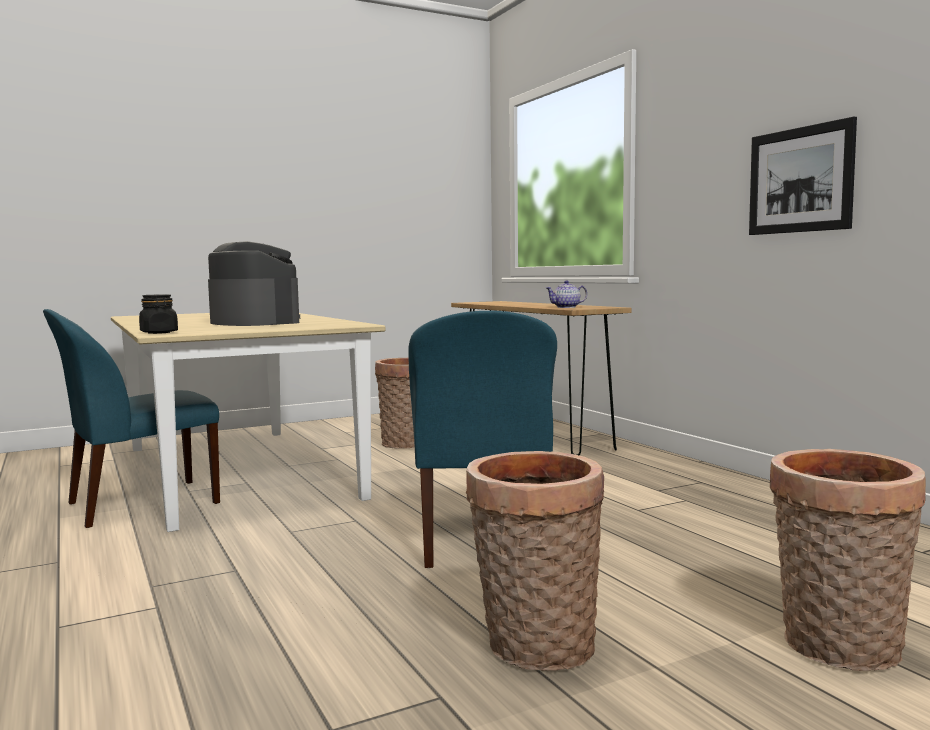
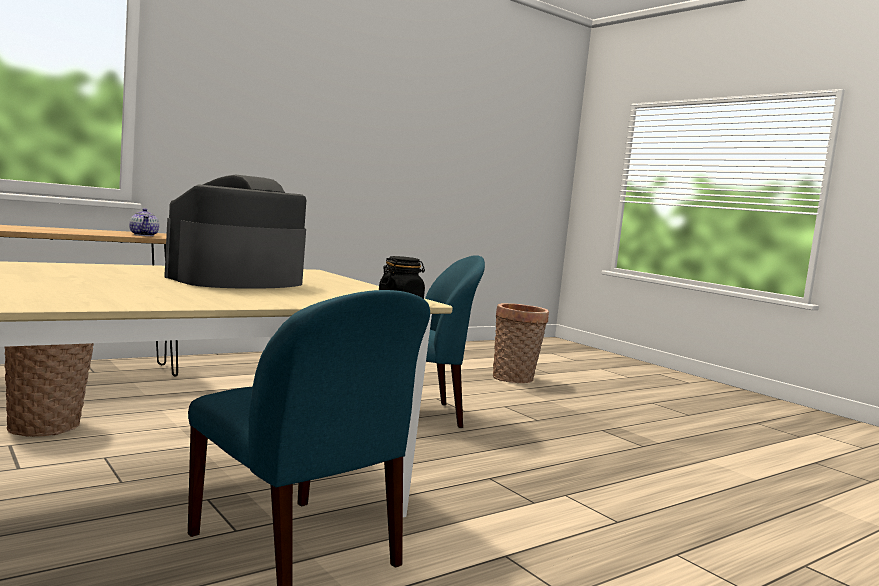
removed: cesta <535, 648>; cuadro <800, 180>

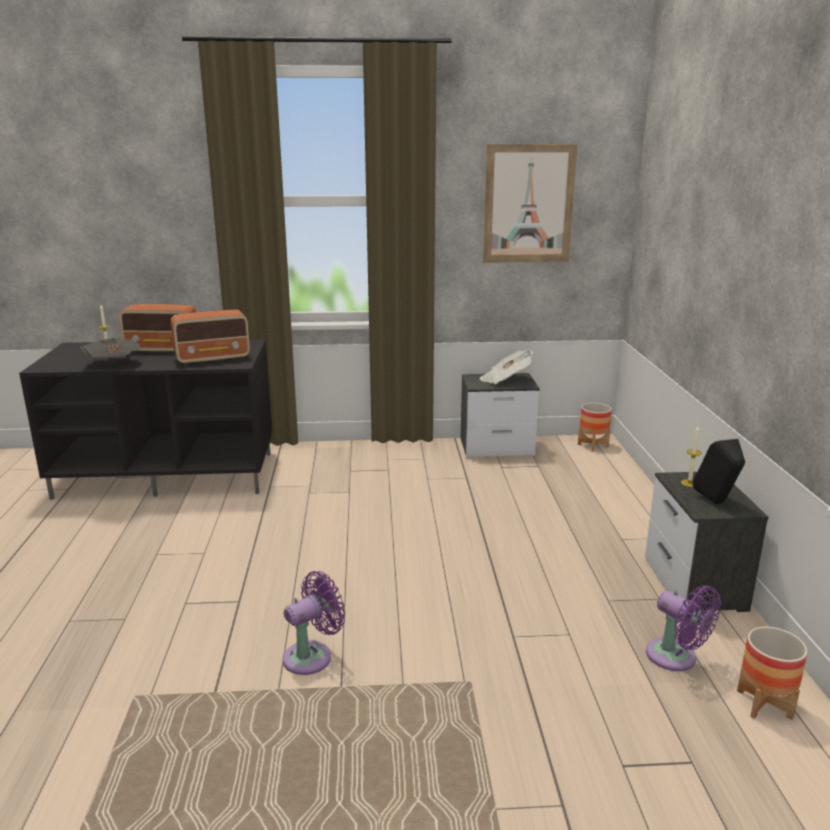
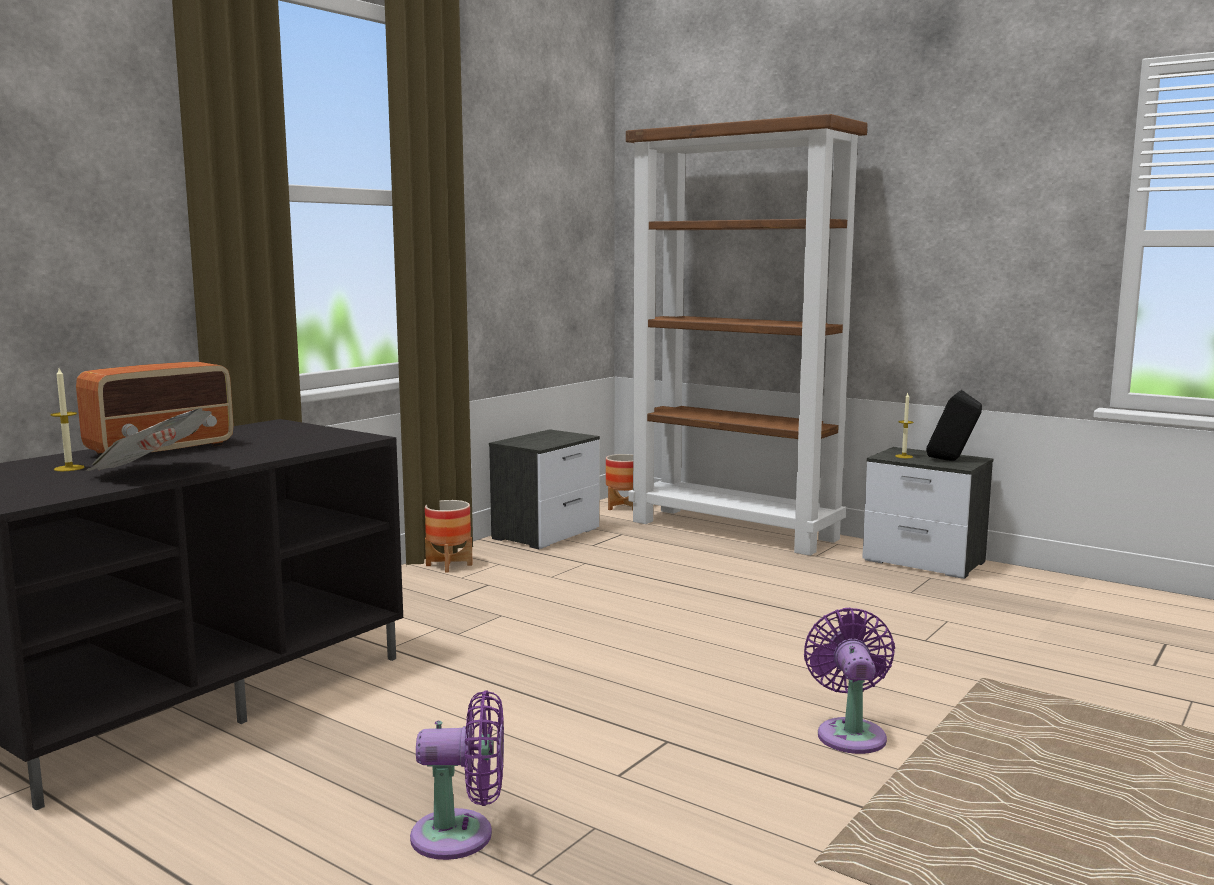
removed: radio <213, 358>; periódico <505, 380>; cuadro <528, 204>
added: estantería (marrón) <735, 530>
moved: ventilador (morado) <676, 658> to <461, 836>; maceta <764, 704> to <449, 565>

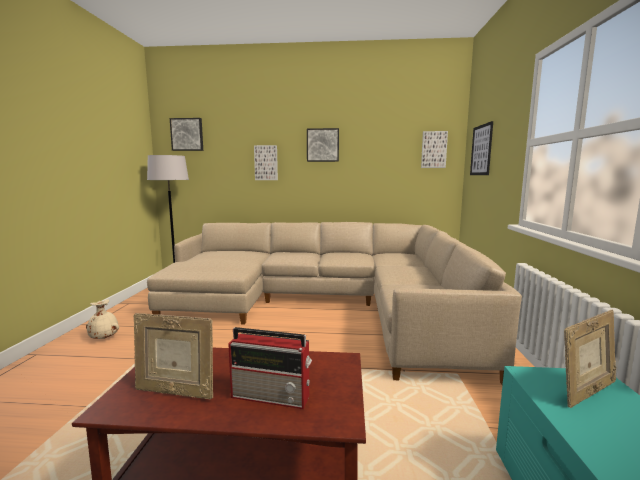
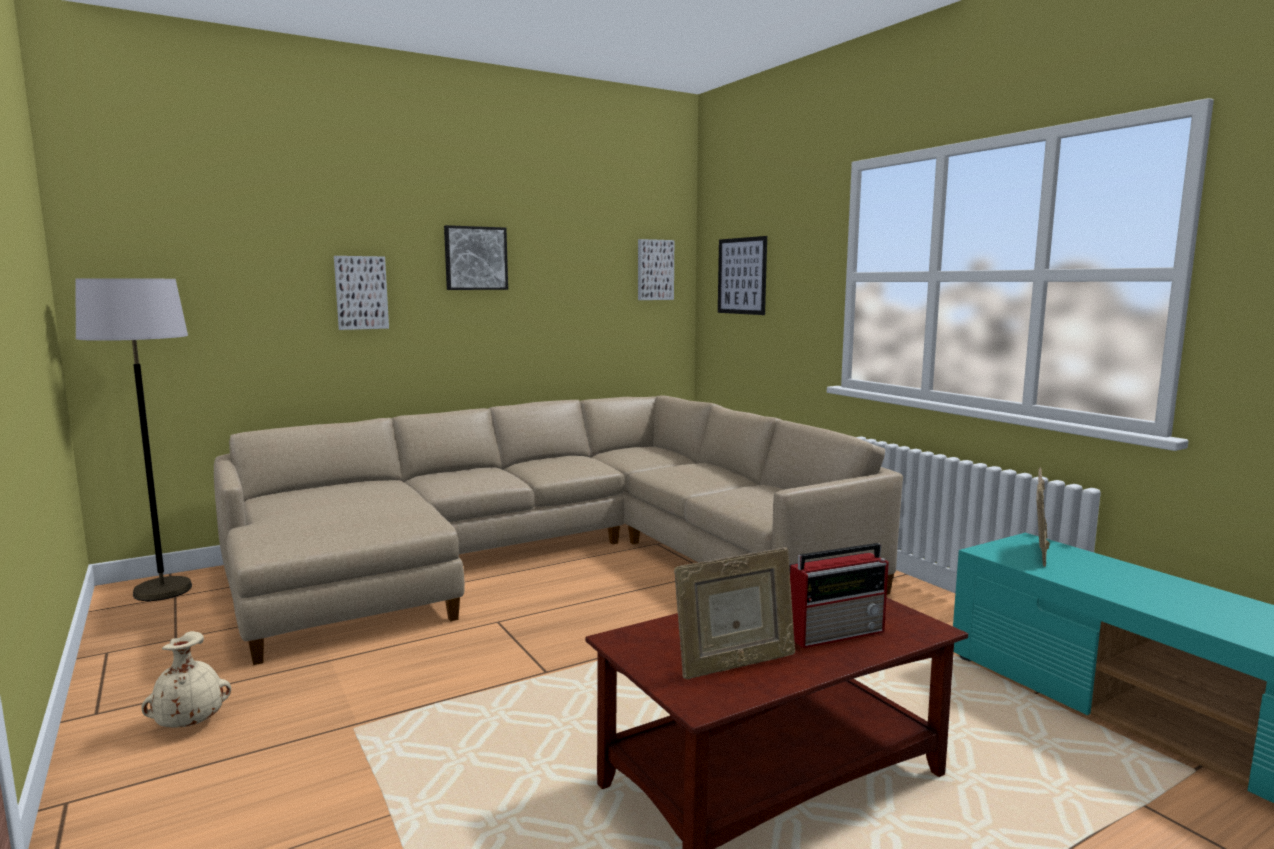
removed: cuadro <187, 134>

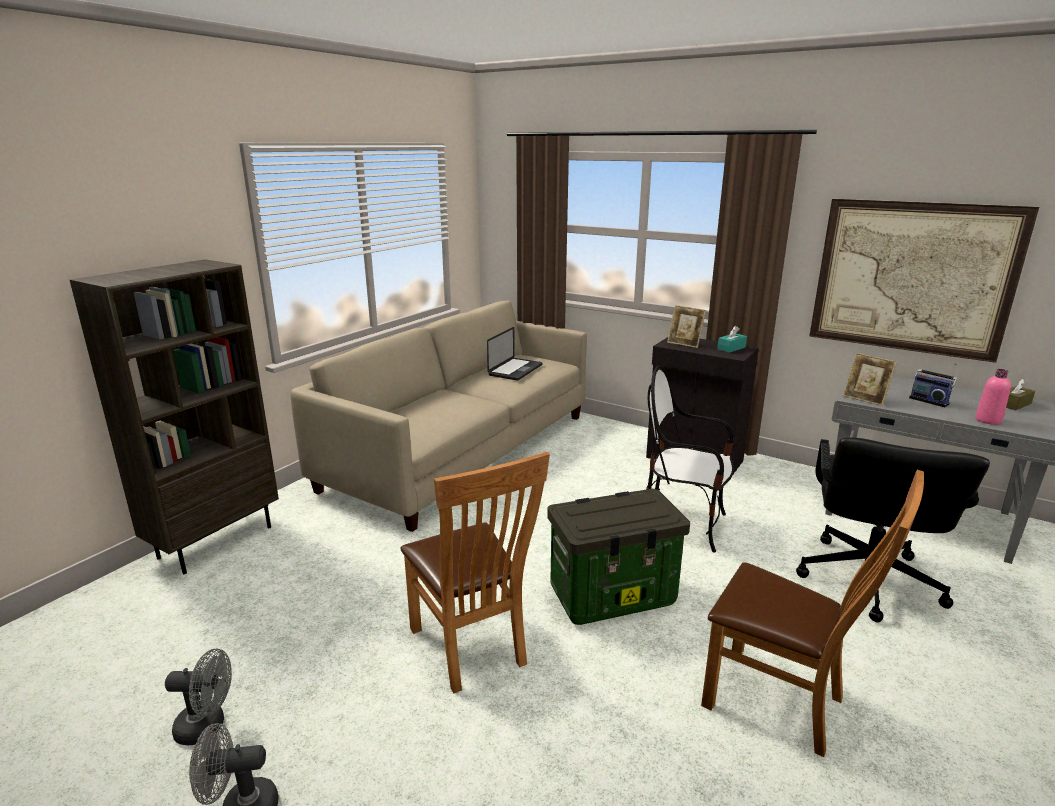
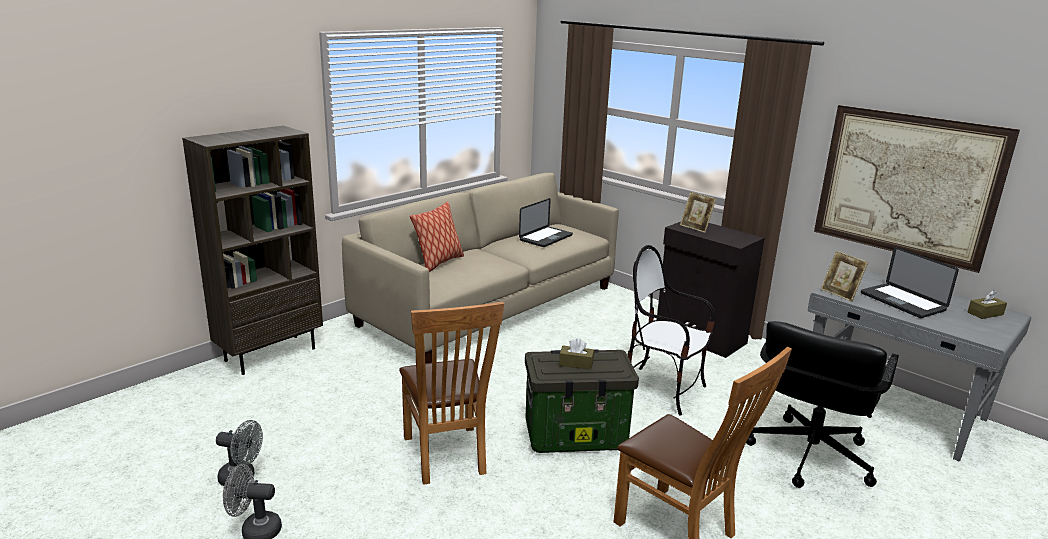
removed: caja de pañuelos (turquesa) <731, 348>; botella (rosa) <988, 420>
added: cojín <439, 262>; caja de pañuelos (marrón) <576, 363>
replaced: radio <929, 401> to portátil <902, 302>

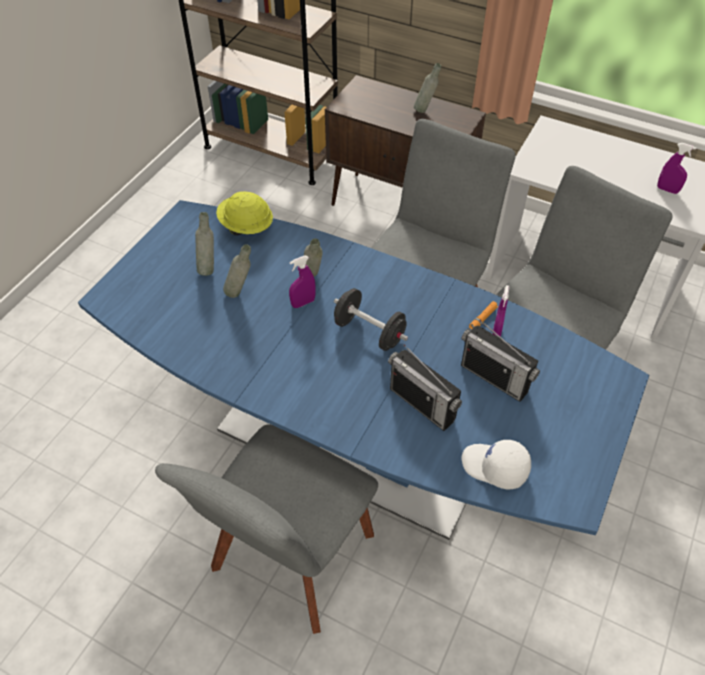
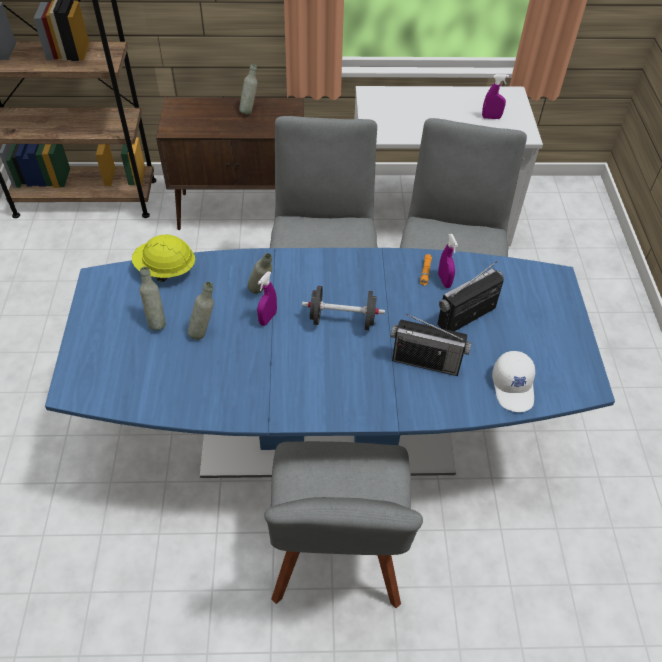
turned: radio <494, 378> = <466, 316> 135 degrees clockwise; gorra (blanco) <494, 468> = <514, 387> 90 degrees counterclockwise

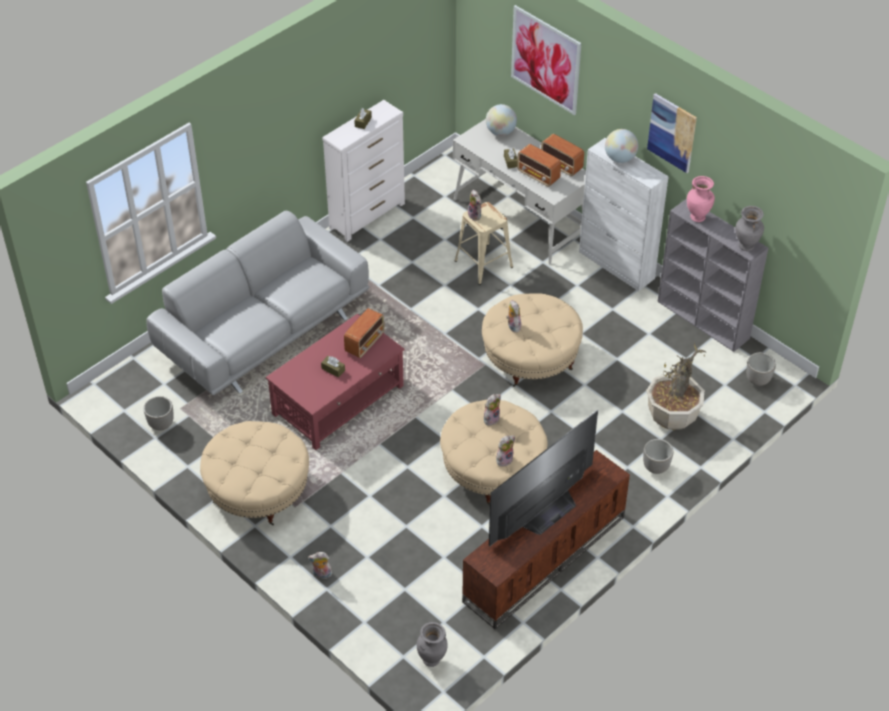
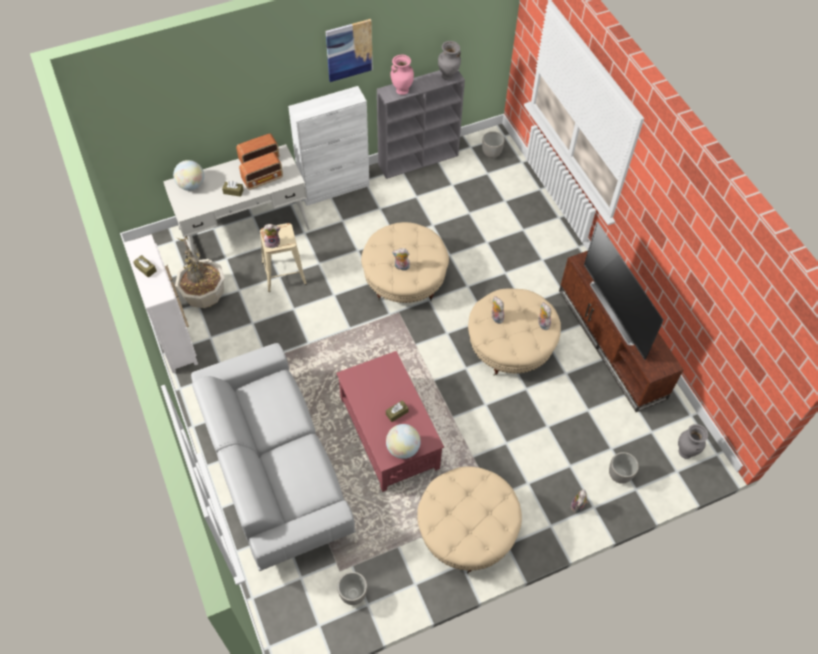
removed: radio <365, 343>; cuadro <545, 60>
moved: globo terráqueo <620, 158> to <403, 448>; maceta <655, 467> to <619, 475>; planta en maceta <672, 417> to <205, 296>

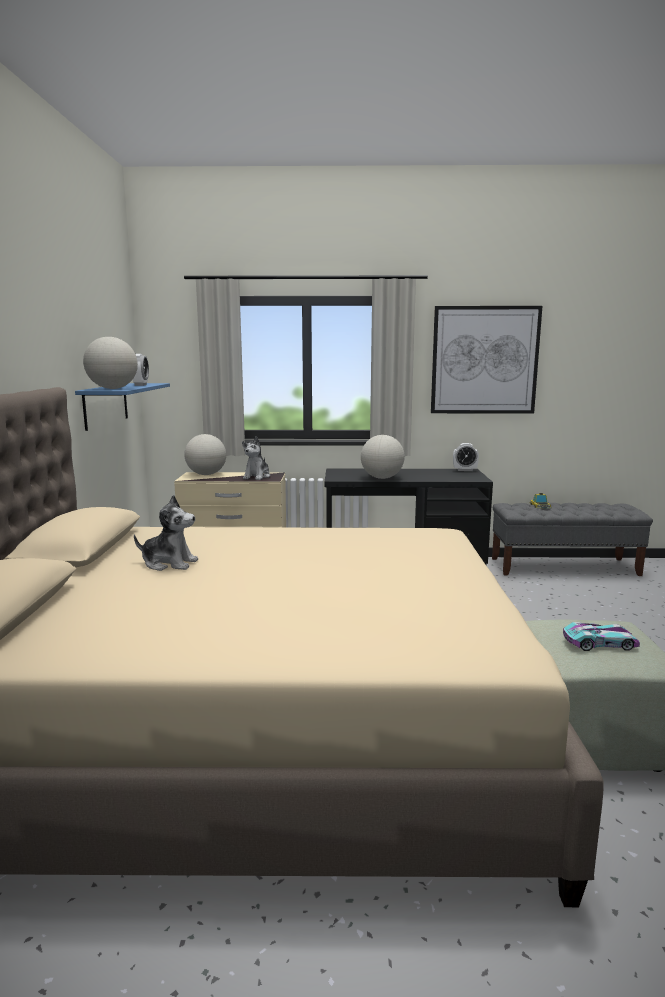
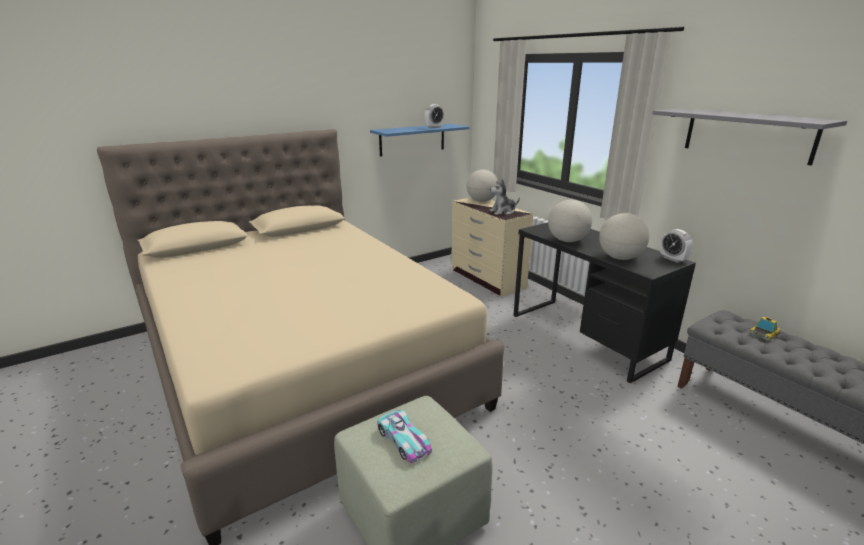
removed: peluche <169, 563>
moved: globo terráqueo <113, 388> to <620, 258>
replaced: cuadro <484, 360> to estante (gris) <748, 135>

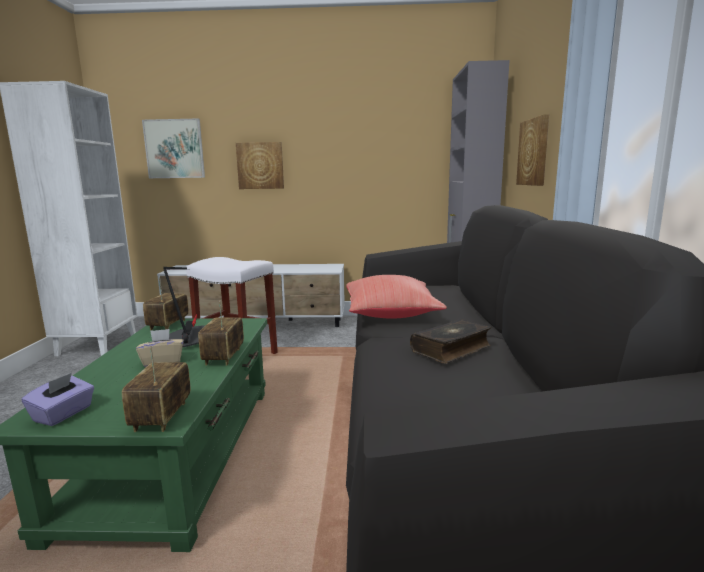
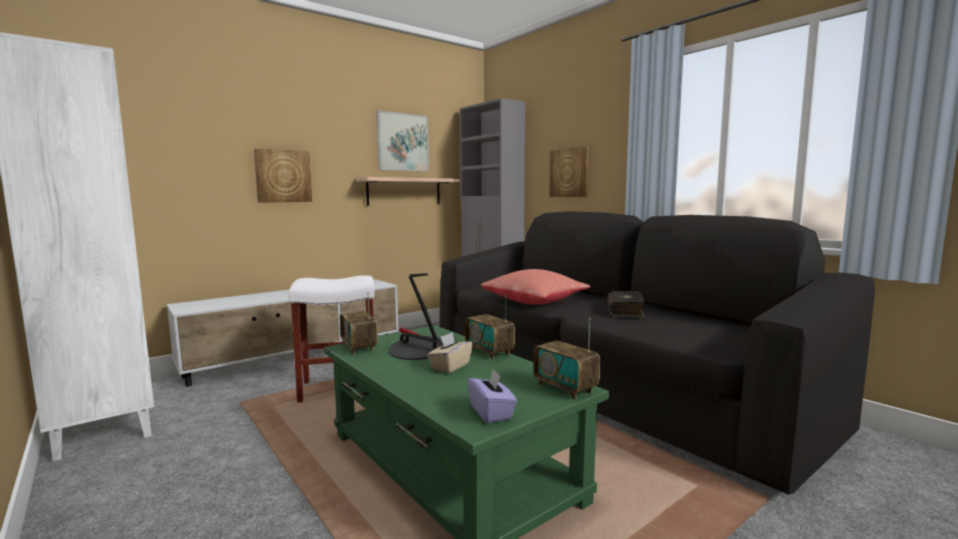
added: estante <404, 191>
moved: cuadro <174, 149> to <402, 142>

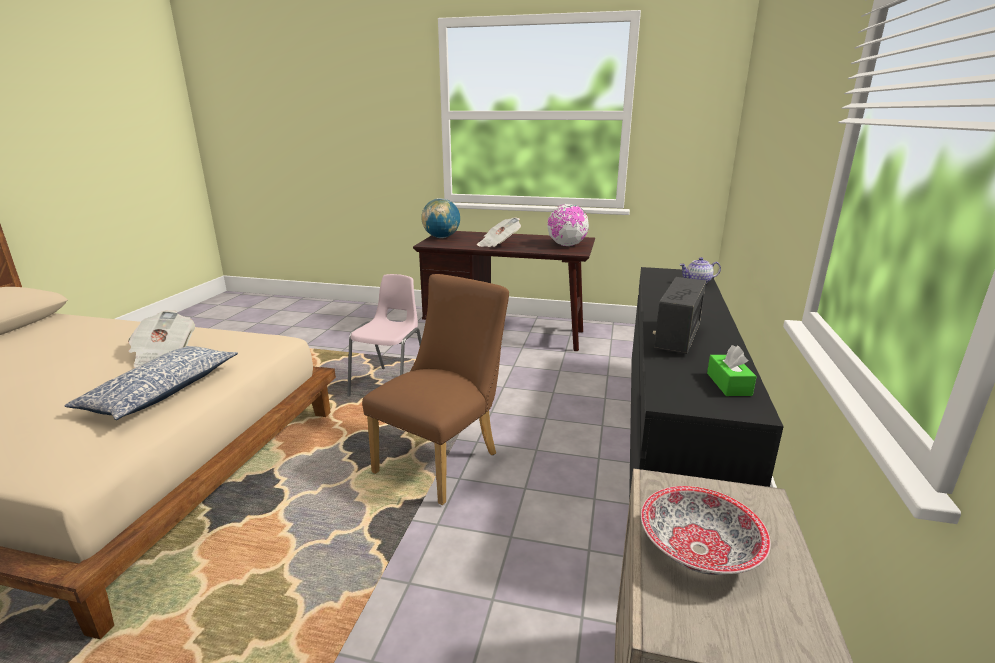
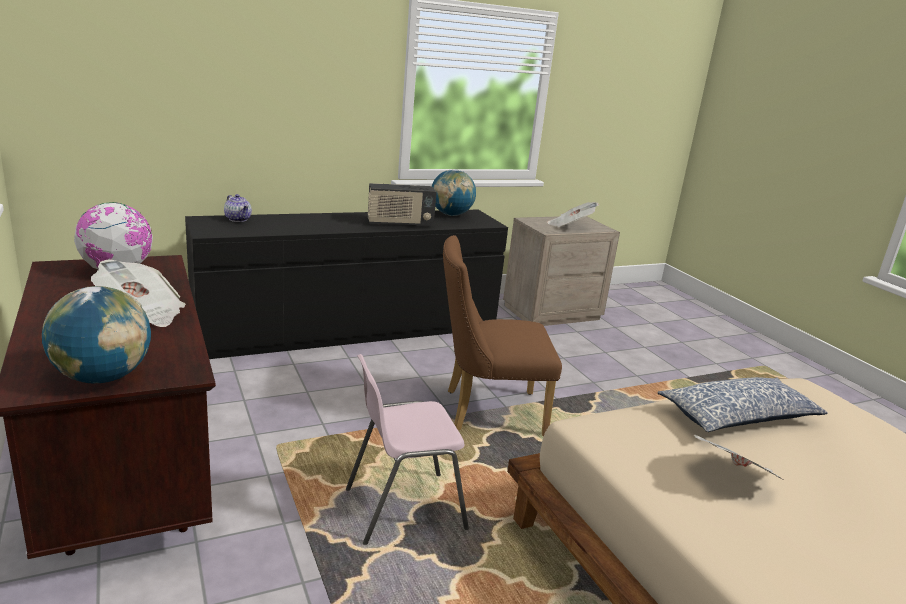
replaced: cuenco <698, 549> to periódico <570, 226>; caja de pañuelos (verde) <728, 384> to globo terráqueo <451, 215>

